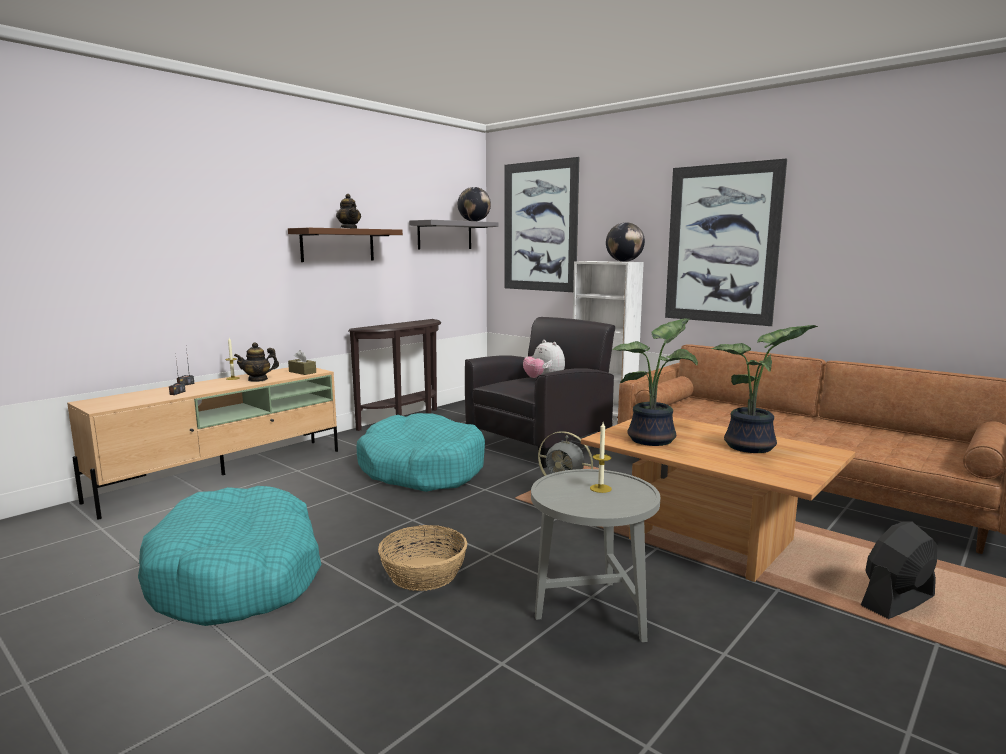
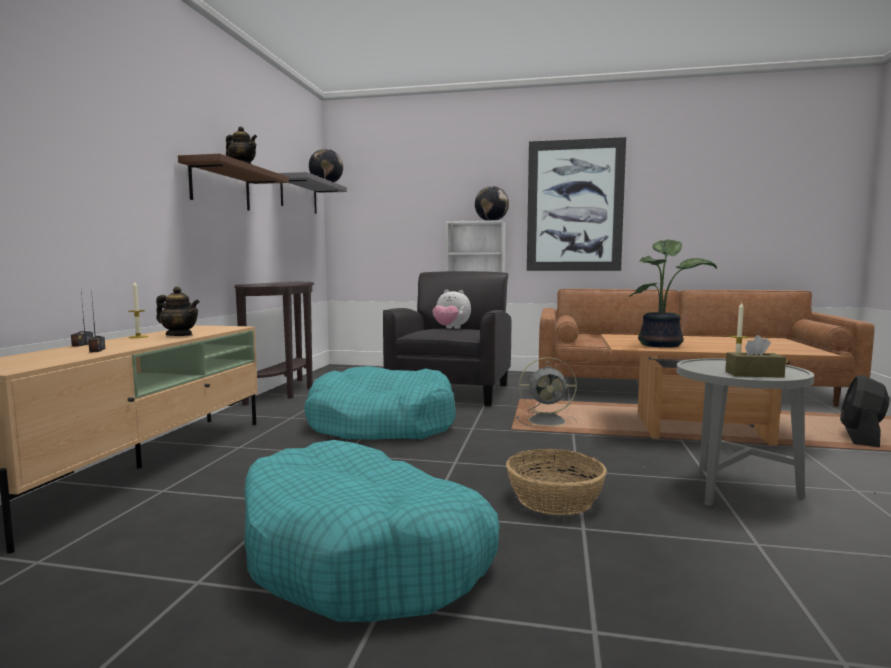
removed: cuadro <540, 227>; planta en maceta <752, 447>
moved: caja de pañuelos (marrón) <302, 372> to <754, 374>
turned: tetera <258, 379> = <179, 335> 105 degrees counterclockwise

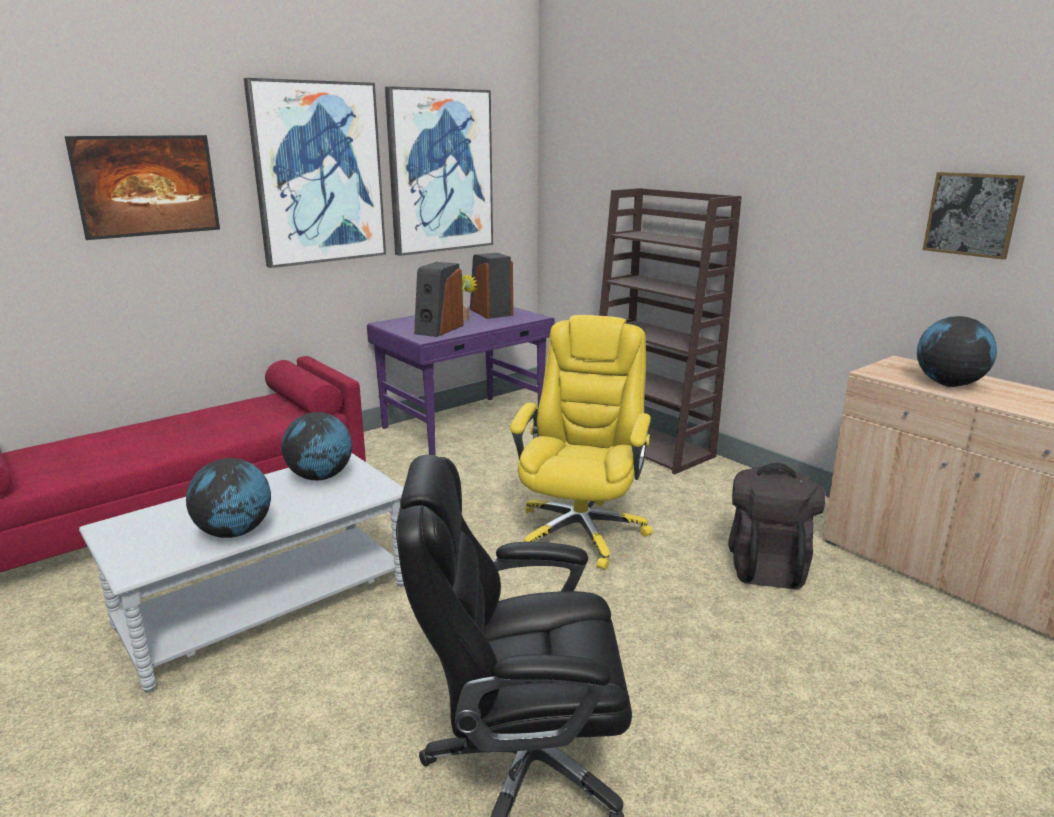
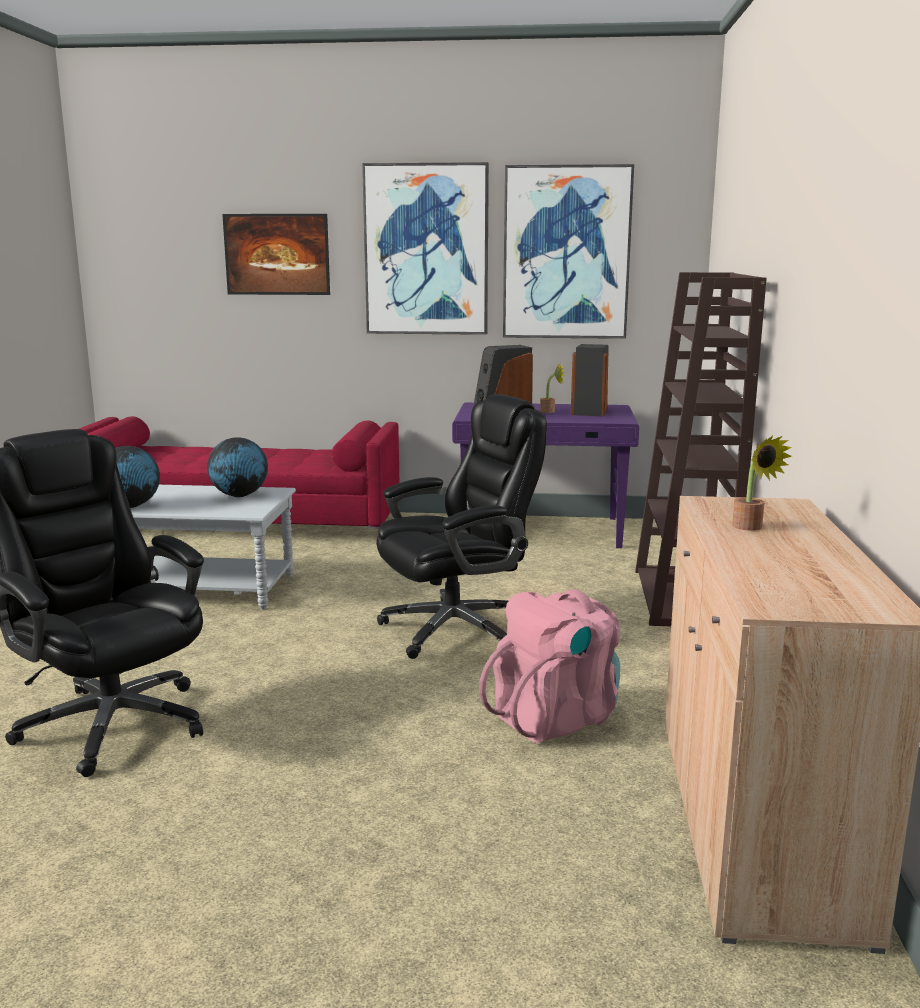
removed: cuadro <972, 214>
replaced: globo terráqueo <948, 384> to planta en maceta <751, 528>
recoloured: silla de oficina (amarillo) <581, 530> to silla de oficina (negro) <457, 629>; mochila (negro) <766, 565> to mochila (rosa) <556, 718>

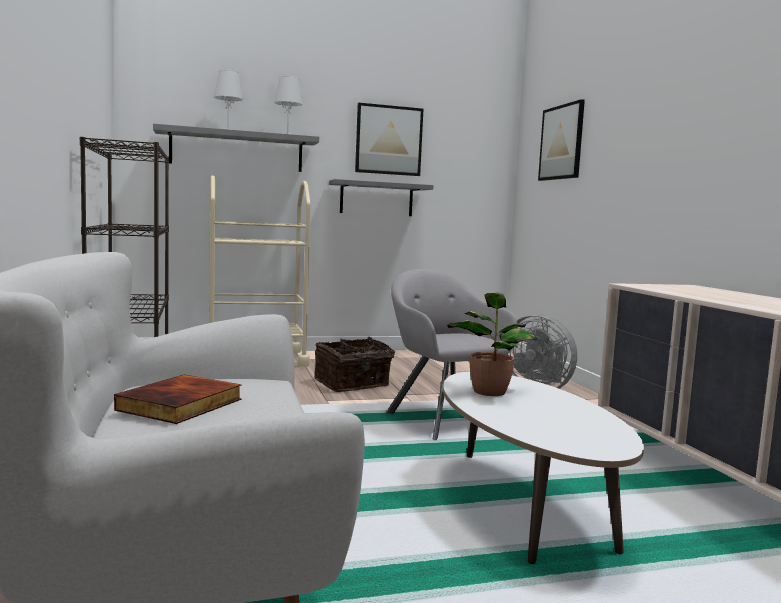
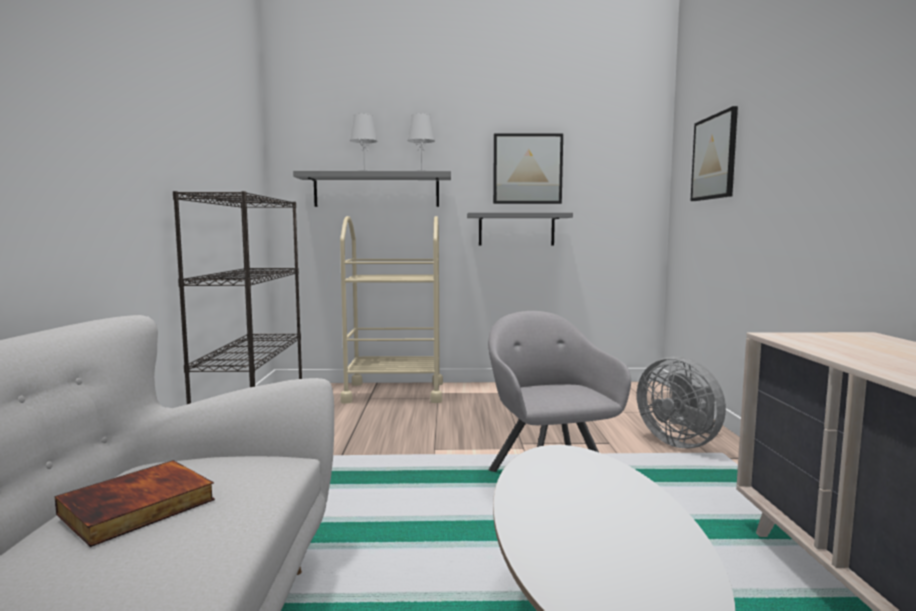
removed: cesta <353, 384>; planta en maceta <489, 391>

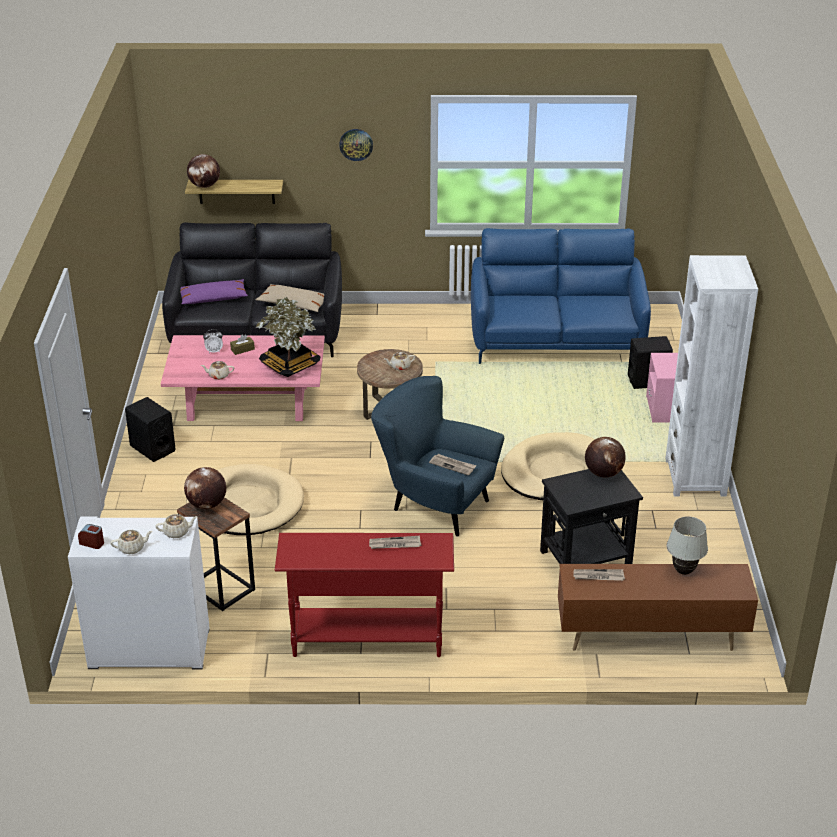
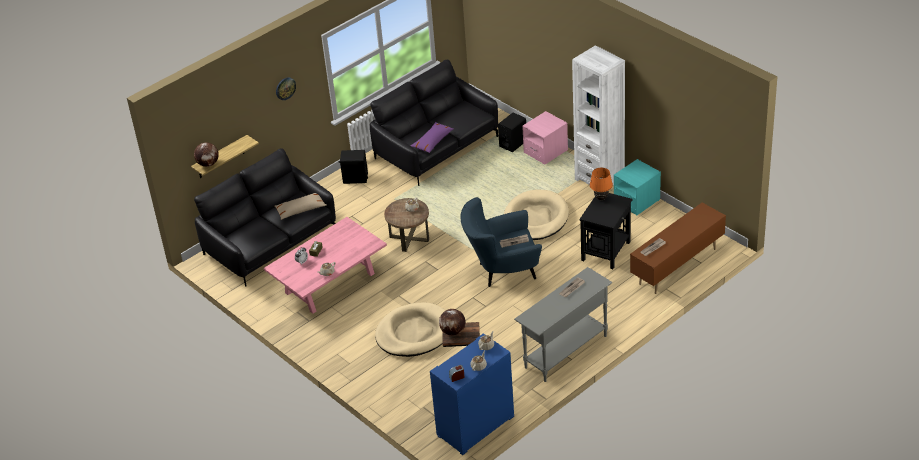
removed: planta en maceta <289, 365>; lámpara de mesa (blanco) <684, 571>
added: mesita de noche (turquesa) <636, 201>
moved: altavoz (negro) <152, 448> to <355, 178>; cojín (morado) <213, 298> to <432, 141>
replaced: globo terráqueo <603, 473> to lámpara de mesa (naranja) <601, 198>
recoloured: armario (blanco) <148, 649> to armario (azul) <475, 426>; mesa consola (rojo) <366, 639> to mesa consola (gris) <565, 352>; sofá (azul) <556, 338> to sofá (negro) <436, 148>

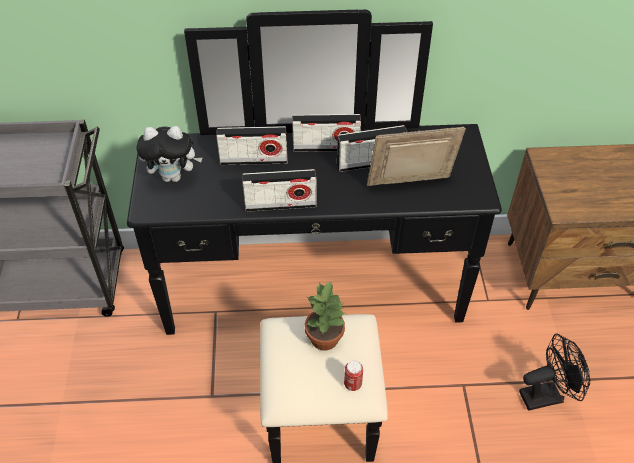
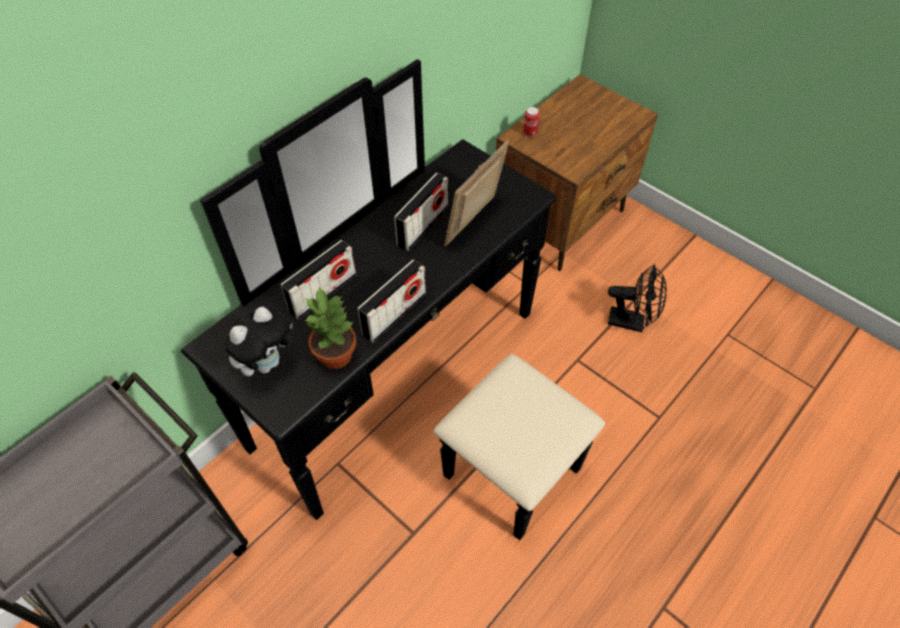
removed: radio <326, 147>
moved: planta en maceta <325, 338> to <336, 354>; lata <352, 384> to <530, 133>
turned: ventilador (negro) <546, 395> = <632, 322> 75 degrees clockwise

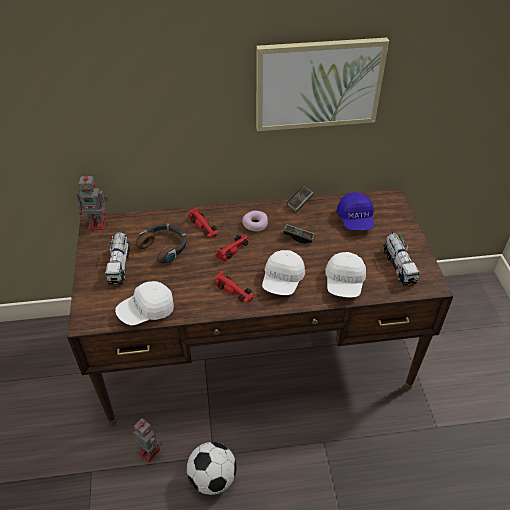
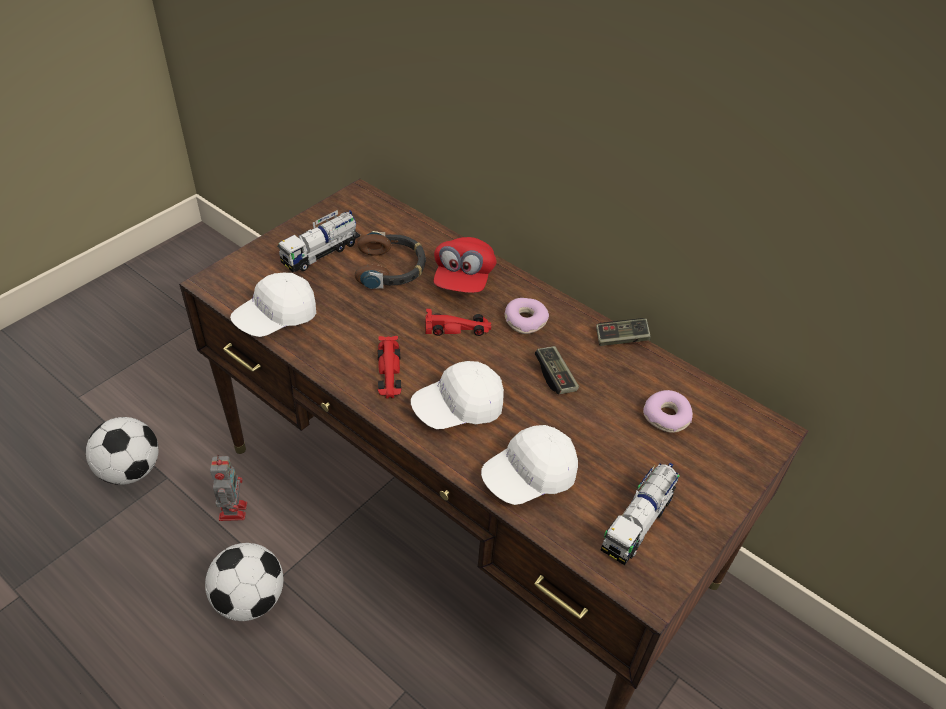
removed: robot de juguete <98, 223>; cuadro <318, 84>
added: balón de fútbol <130, 470>
replaced: coche de juguete (rojo) <204, 226> to gorra (rojo) <463, 279>; gorra (azul) <355, 220> to rosquilla <666, 417>
turned: gorra (blanco) <146, 311> = <276, 318> 60 degrees counterclockwise

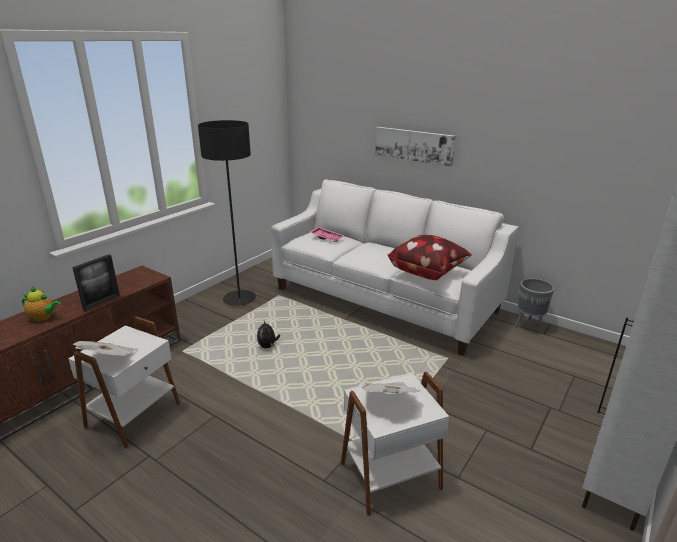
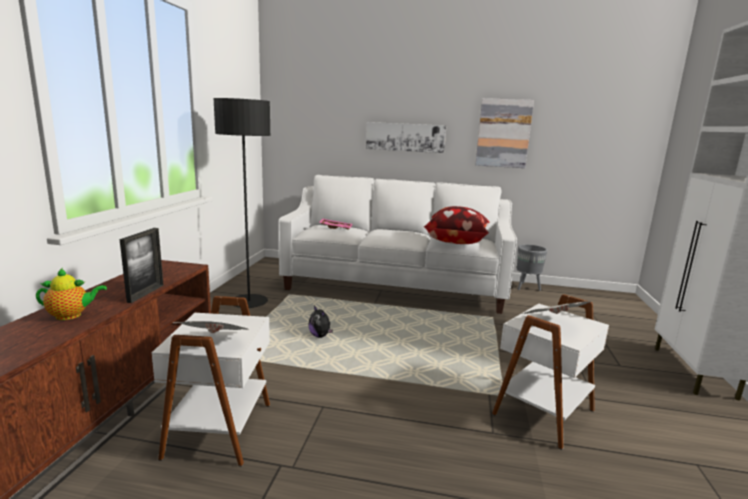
added: cuadro <503, 133>

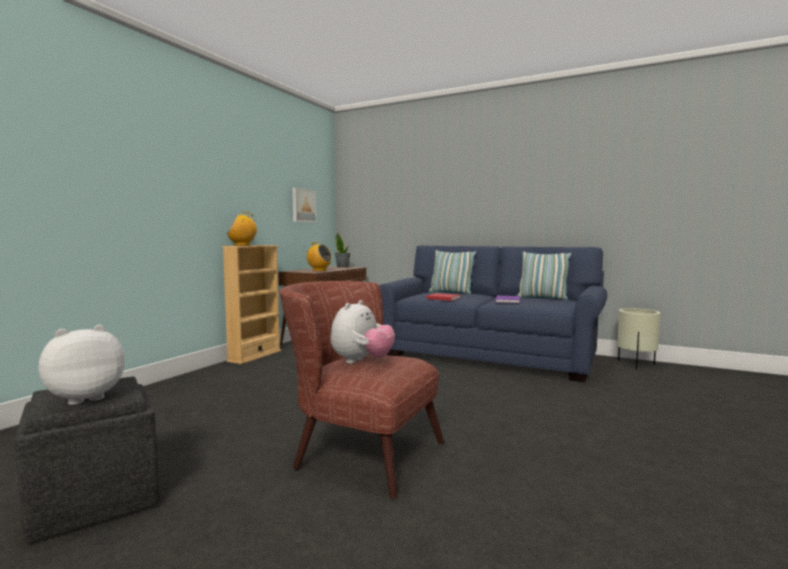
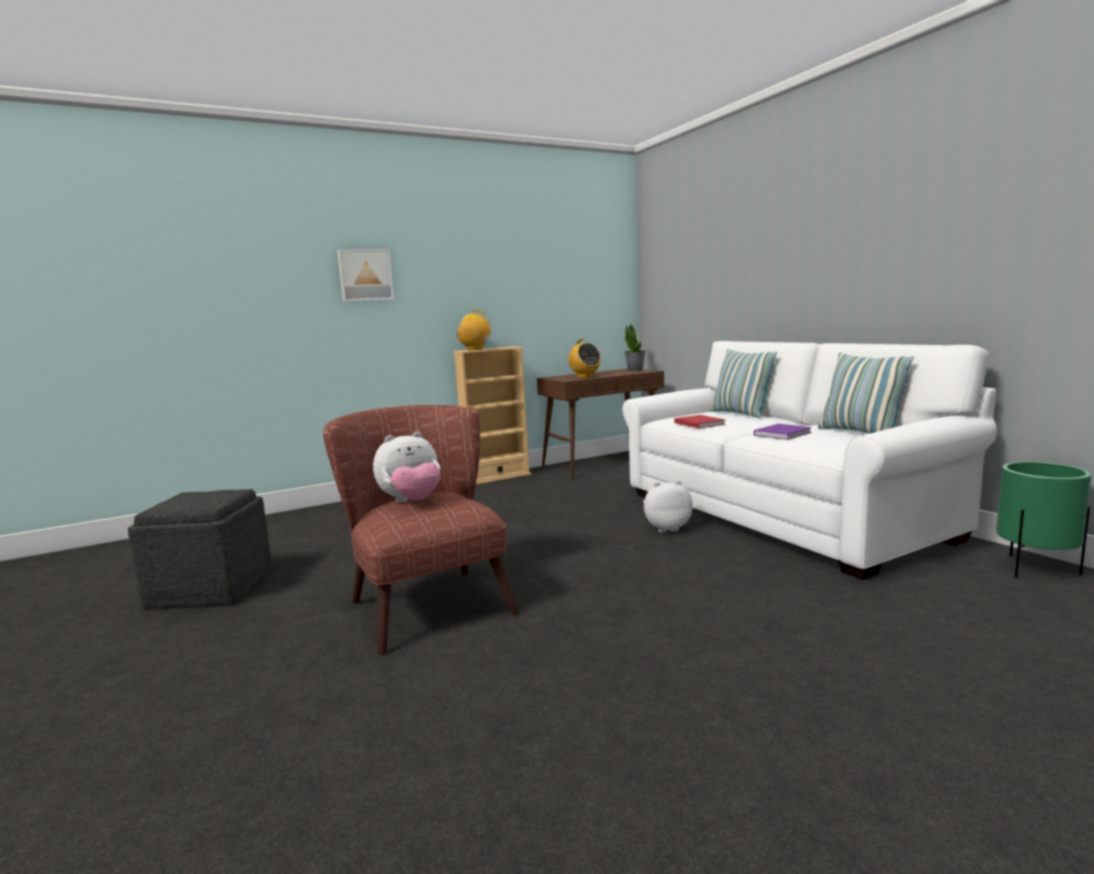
moved: peluche <85, 398> to <666, 528>; cuadro <303, 205> to <365, 275>
recoloured: sofá (azul) <489, 356> to sofá (blanco) <778, 515>; maceta (beis) <636, 364> to maceta (verde) <1035, 569>

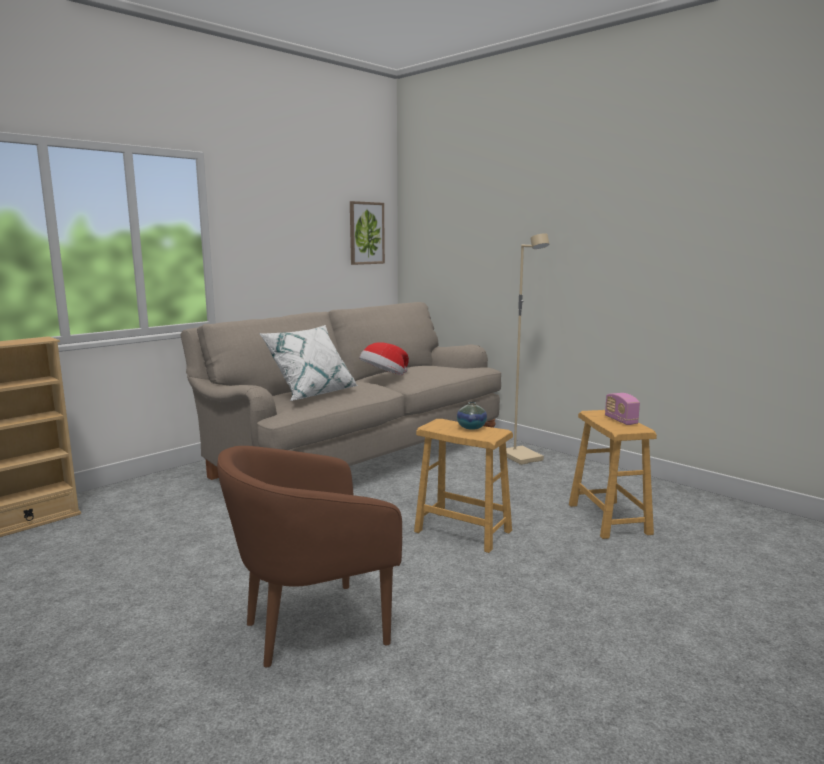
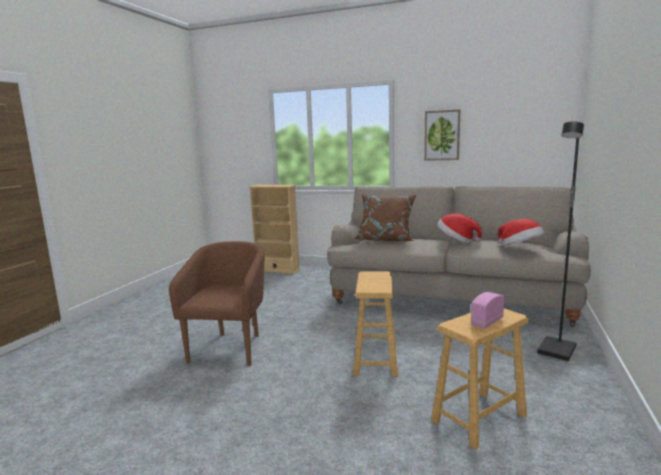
removed: florero <471, 427>
added: sombrero <520, 248>
moved: cuadro <366, 233> to <442, 135>
recoloured: cojín (blanco) <312, 393> to cojín (marrón) <385, 239>; lámpara de pie (beis) <522, 457> to lámpara de pie (negro) <557, 351>
turned: sillón (marrón) <311, 628> = <230, 348> 60 degrees clockwise

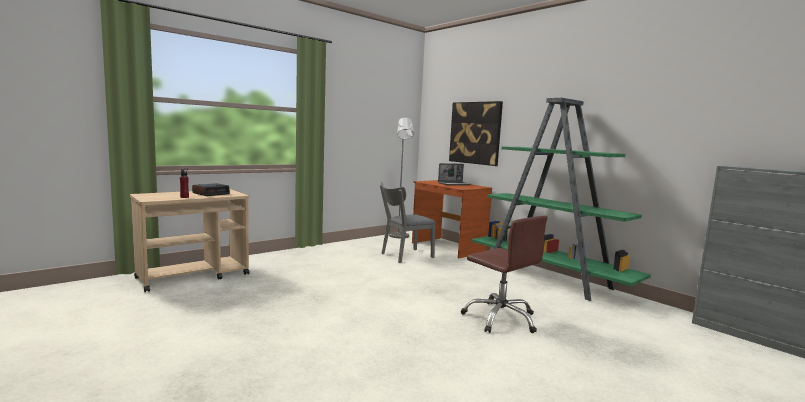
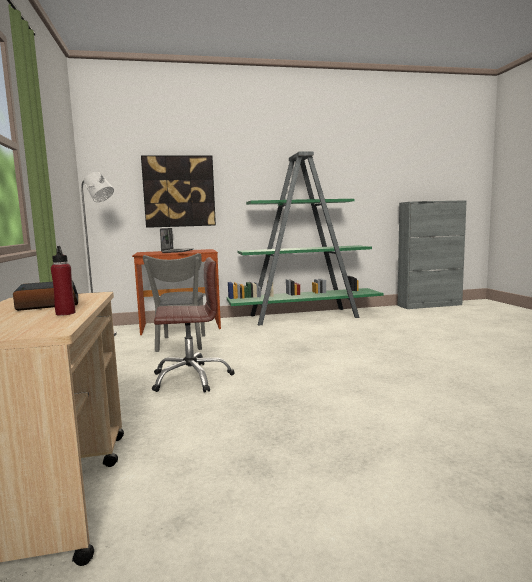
moved: silla de oficina (marrón) <500, 318> to <191, 378>

